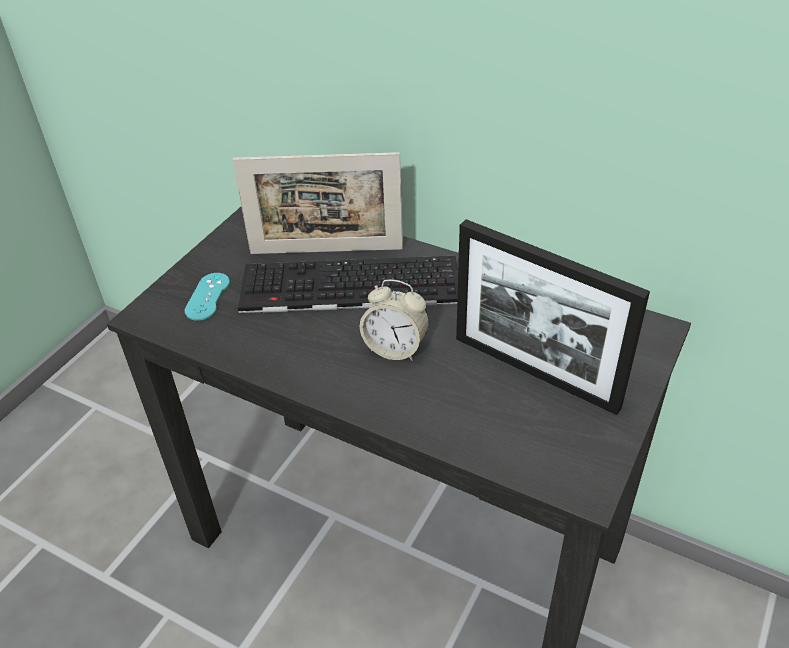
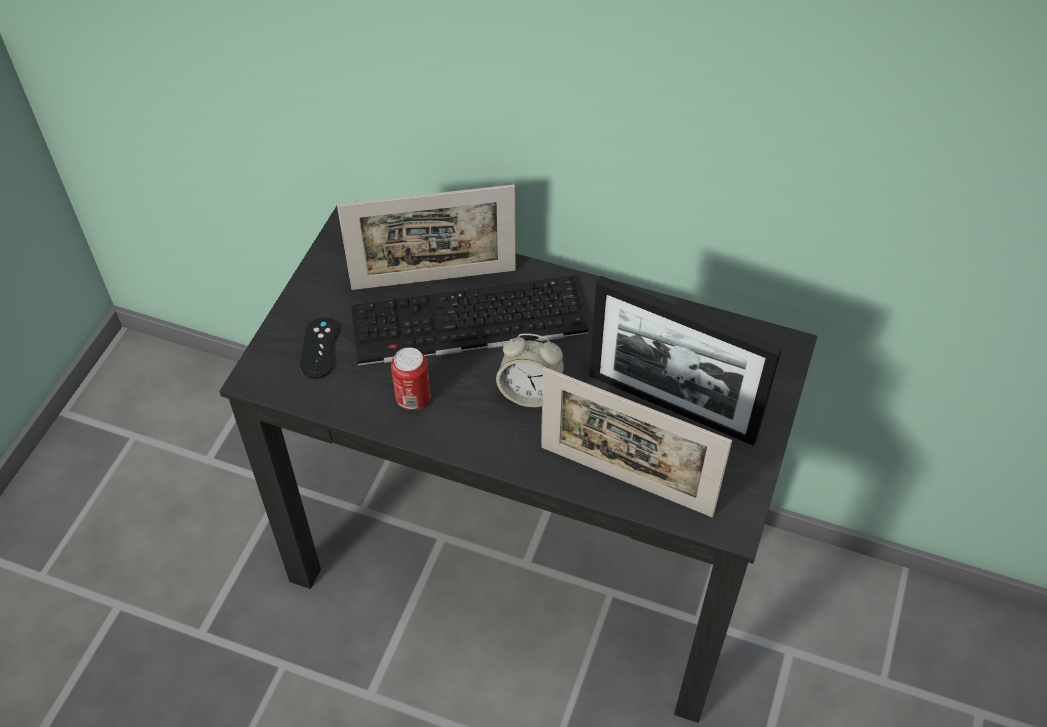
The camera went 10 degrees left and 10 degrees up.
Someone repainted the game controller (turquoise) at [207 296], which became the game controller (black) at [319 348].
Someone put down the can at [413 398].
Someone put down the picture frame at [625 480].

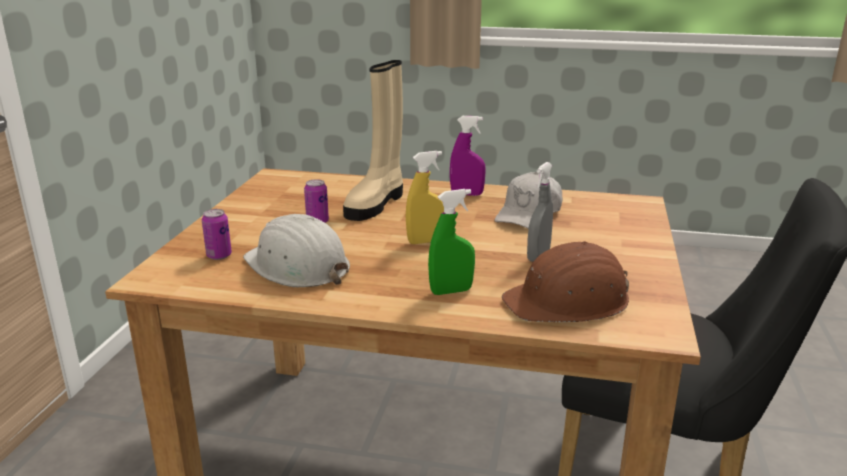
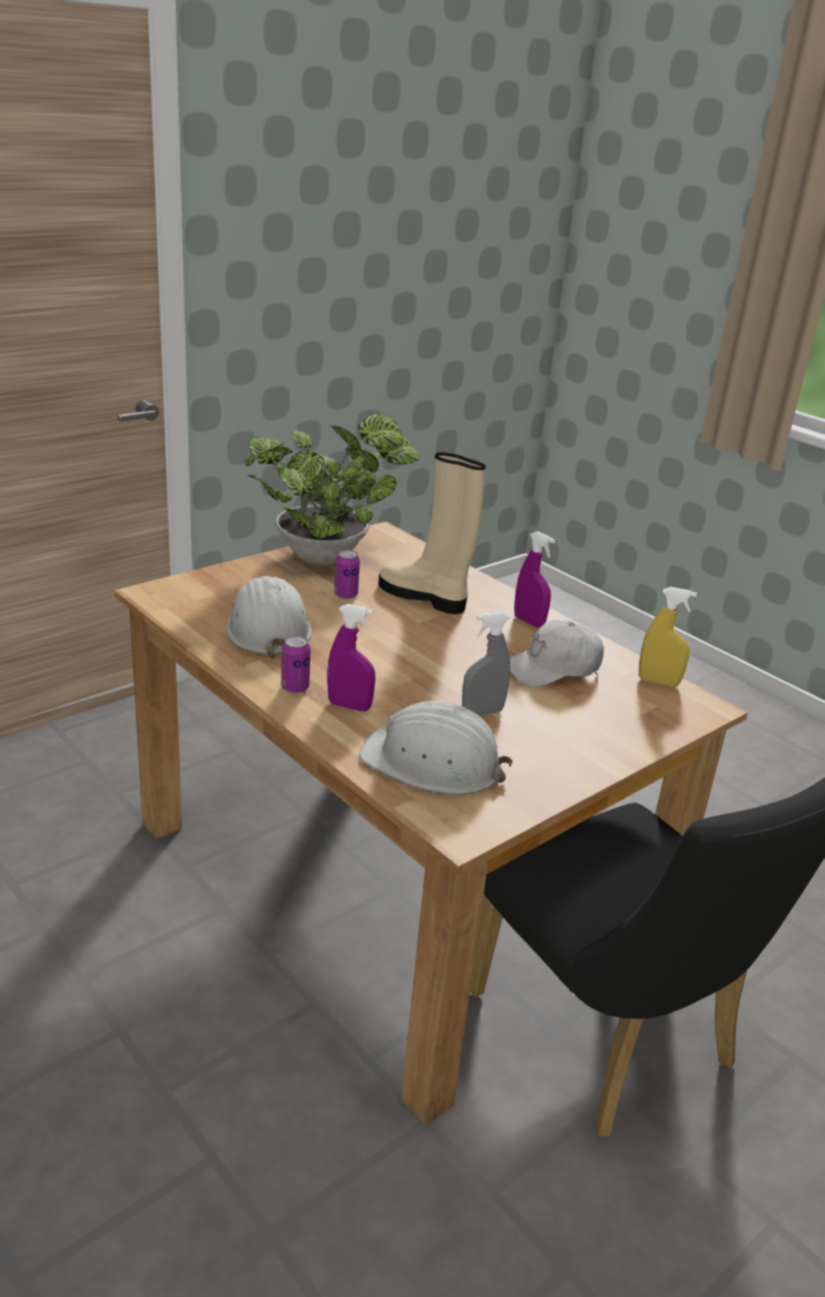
The camera went 35 degrees right and 5 degrees up.
Someone rotated the boot (beige) at [376 204] by 60 degrees clockwise.
Someone carried the spray bottle (yellow) from [426 241] to [658 682].
Someone repainted the spray bottle (green) at [451 291], which became the spray bottle (purple) at [349 706].
Someone carried the can from [219 256] to [295 687].
Someone repainted the hard hat (brown) at [569 301], which became the hard hat (white) at [433 763].
Someone put down the potted plant at [328 555].

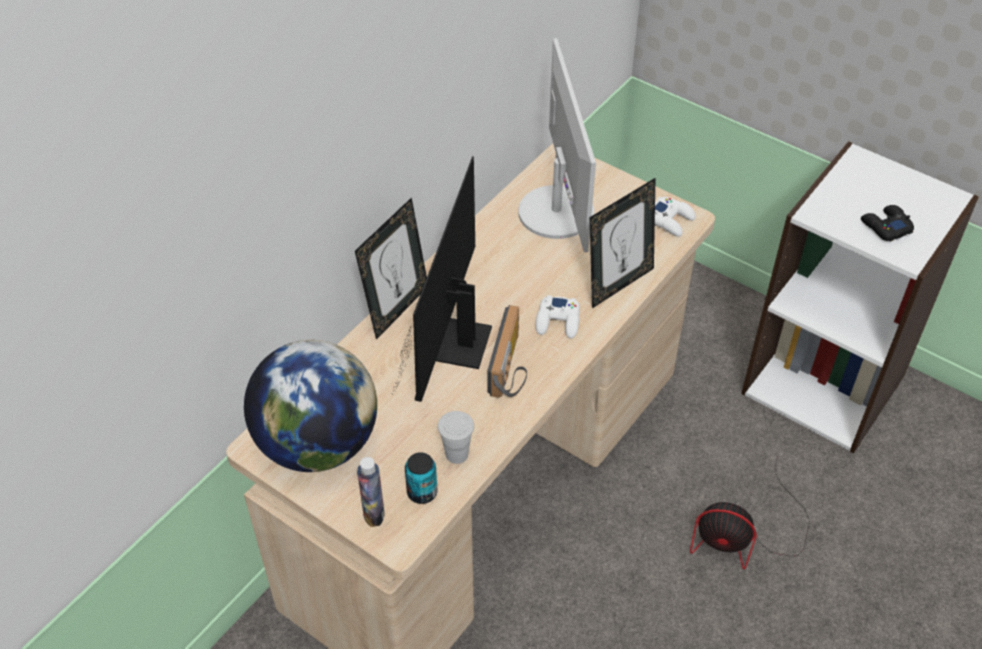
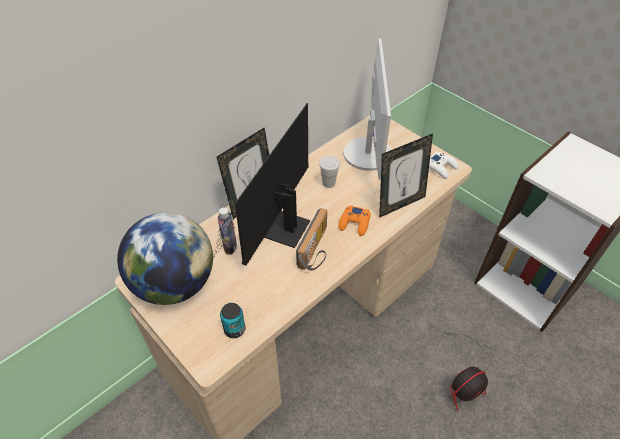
The camera went 10 degrees right and 0 degrees up.
Someone took away the game controller (black) at [885 227].
Someone repainted the game controller (white) at [558 321], which became the game controller (orange) at [354 223].
Someone carried the cup (white) from [456 454] to [328 183].
Someone rotated the fan at [744 536] by 60 degrees counterclockwise.
Someone carried the bottle from [373 513] to [230 246].

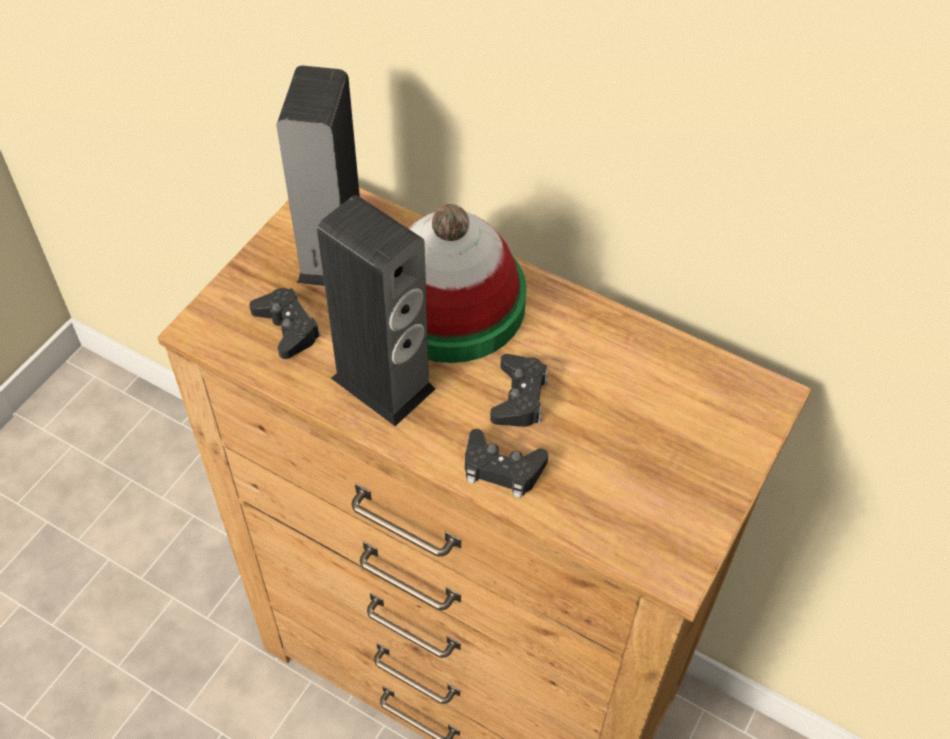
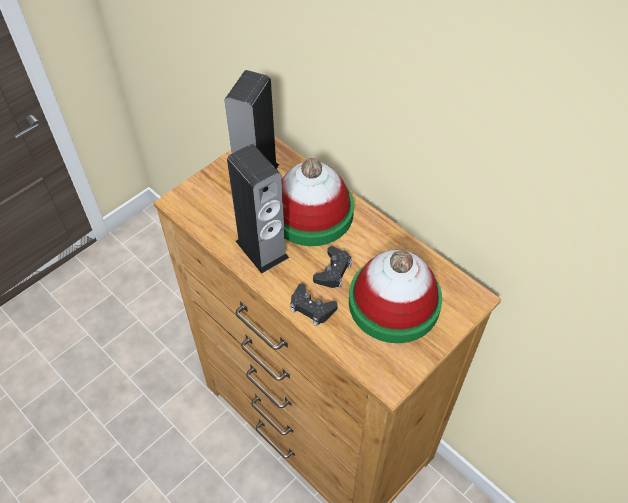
The camera went 15 degrees right and 0 degrees up.
Someone took away the game controller (black) at [287 328].
Someone put down the hat at [394 303].

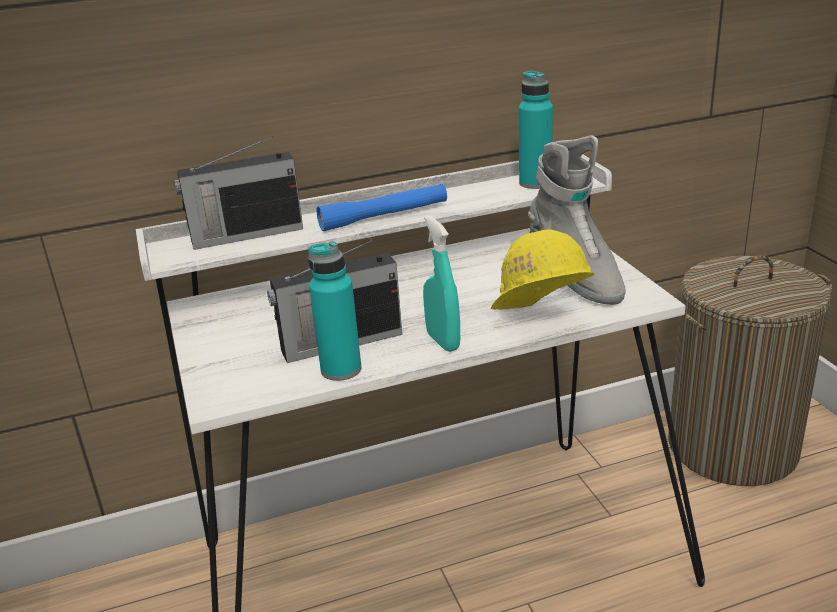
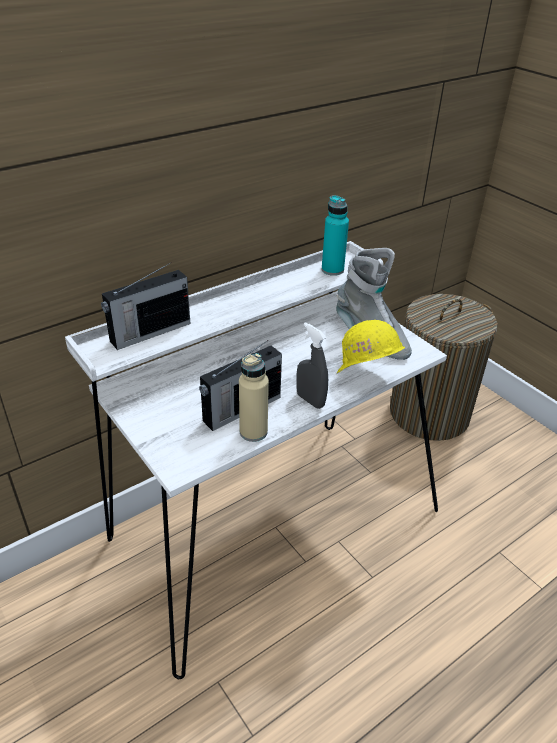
The camera went 20 degrees left and 10 degrees up.
Someone took away the flashlight (blue) at [384 217].
Someone repainted the spray bottle (turquoise) at [443 341], which became the spray bottle (grey) at [310 400].
Someone repainted the bottle (turquoise) at [341 369], which became the bottle (beige) at [253 432].

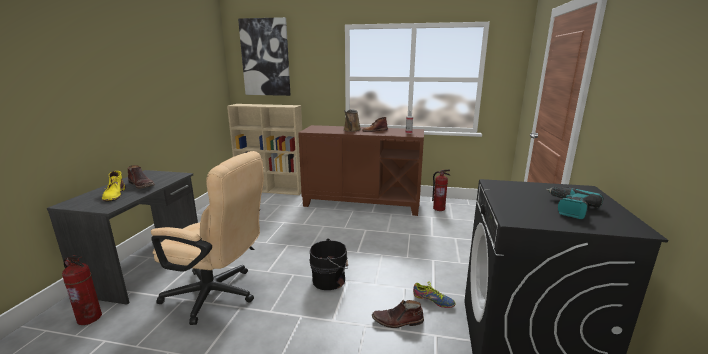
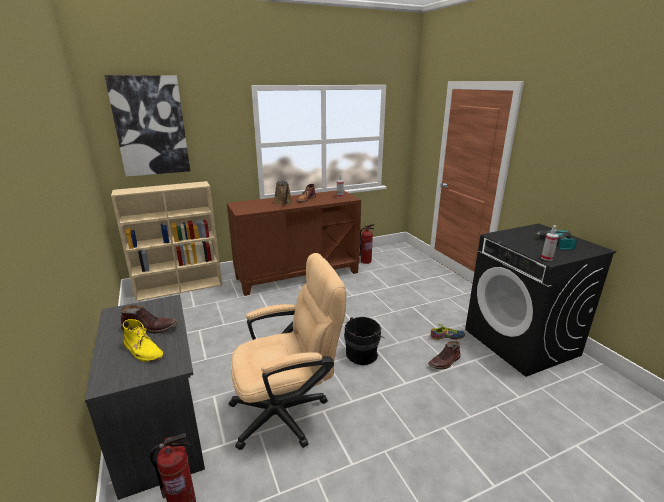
The camera went 35 degrees left and 5 degrees up.
Someone put down the spray bottle at [546 258].

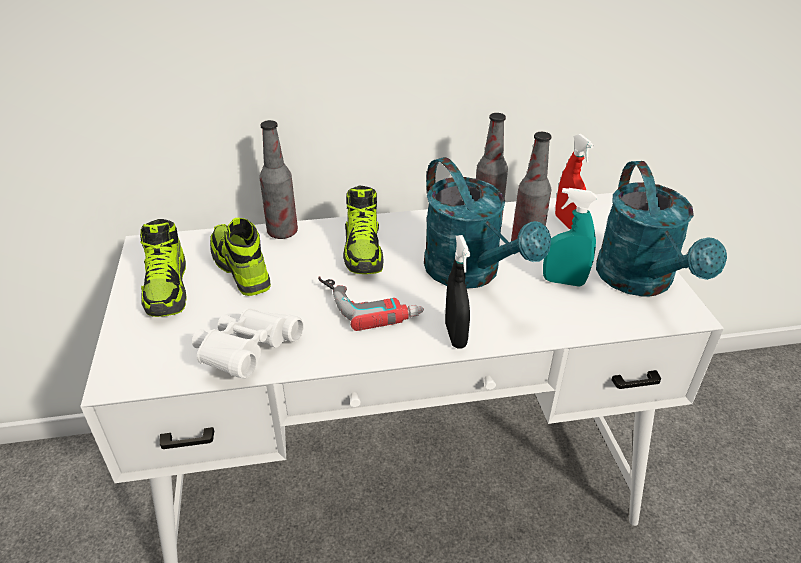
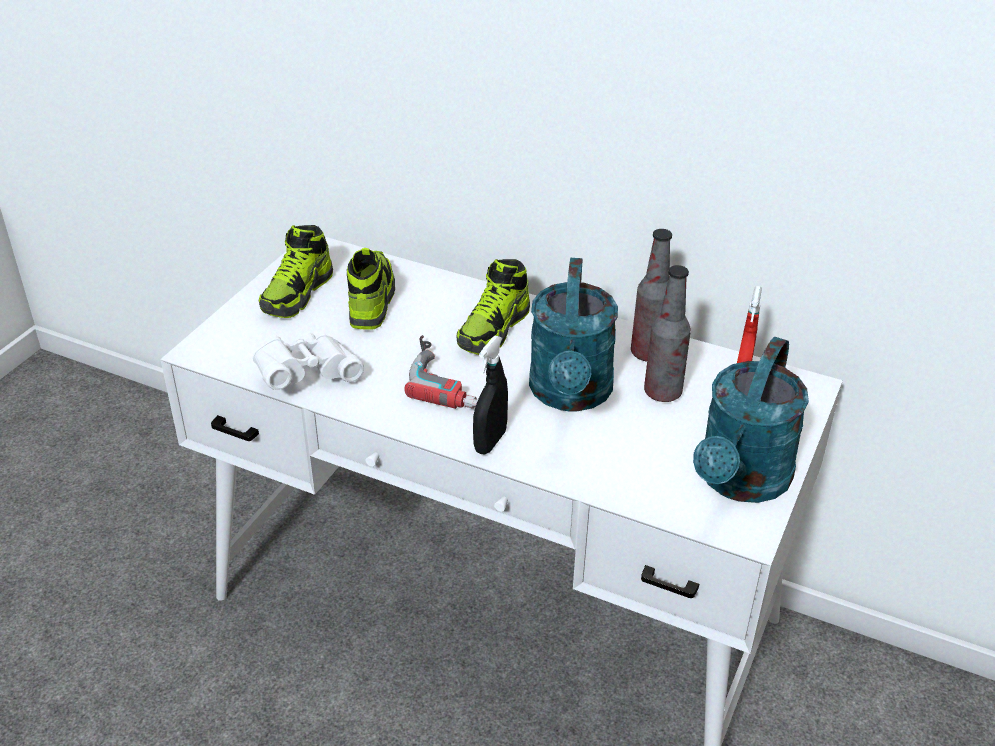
The camera went 35 degrees right and 0 degrees up.
Someone took away the bottle at [282 232].
Someone took away the spray bottle (turquoise) at [563 281].

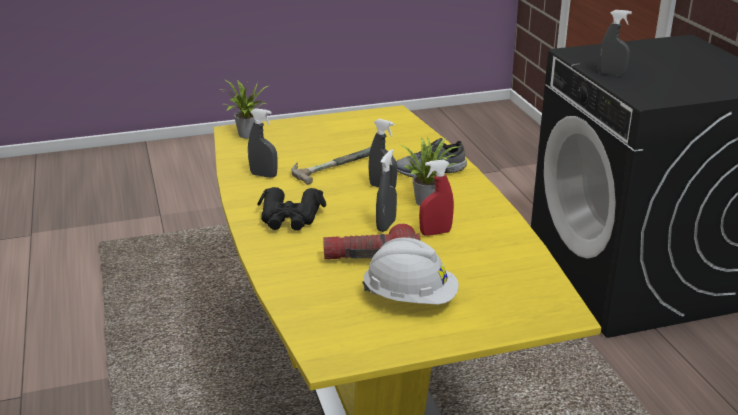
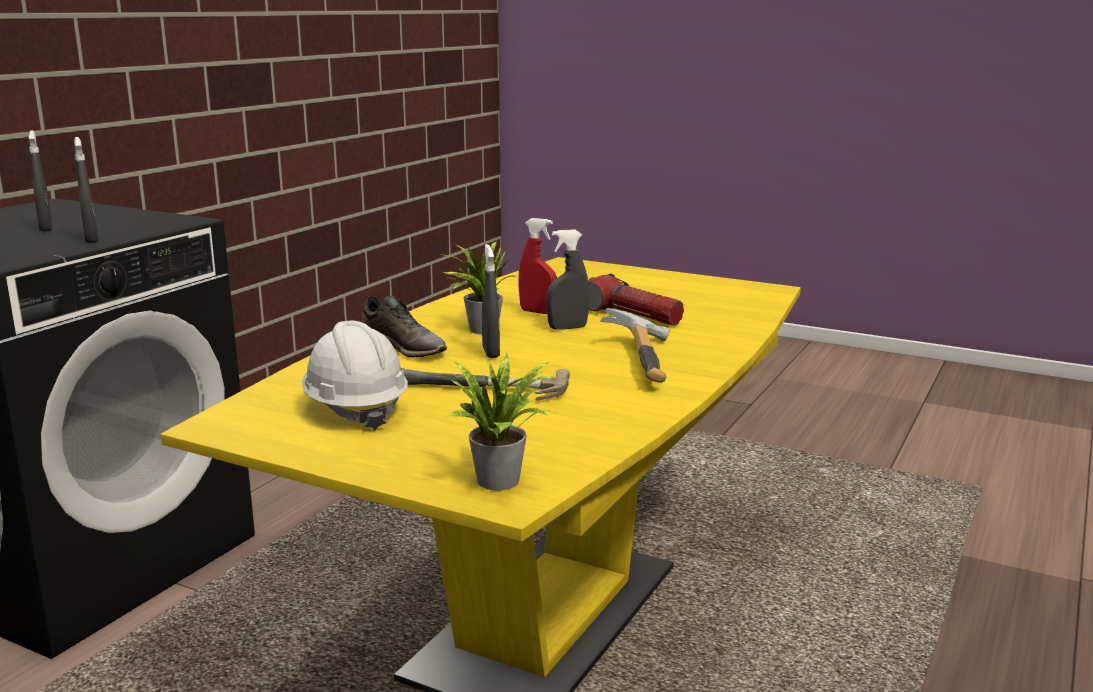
The camera went 135 degrees left and 10 degrees down.
Someone carried the spray bottle (grey) from [263 175] to [46 228].
Someone swapped the binoculars (black) at [290 218] for the hammer at [649 361].
Someone carried the hard hat (white) from [410 298] to [355 409].

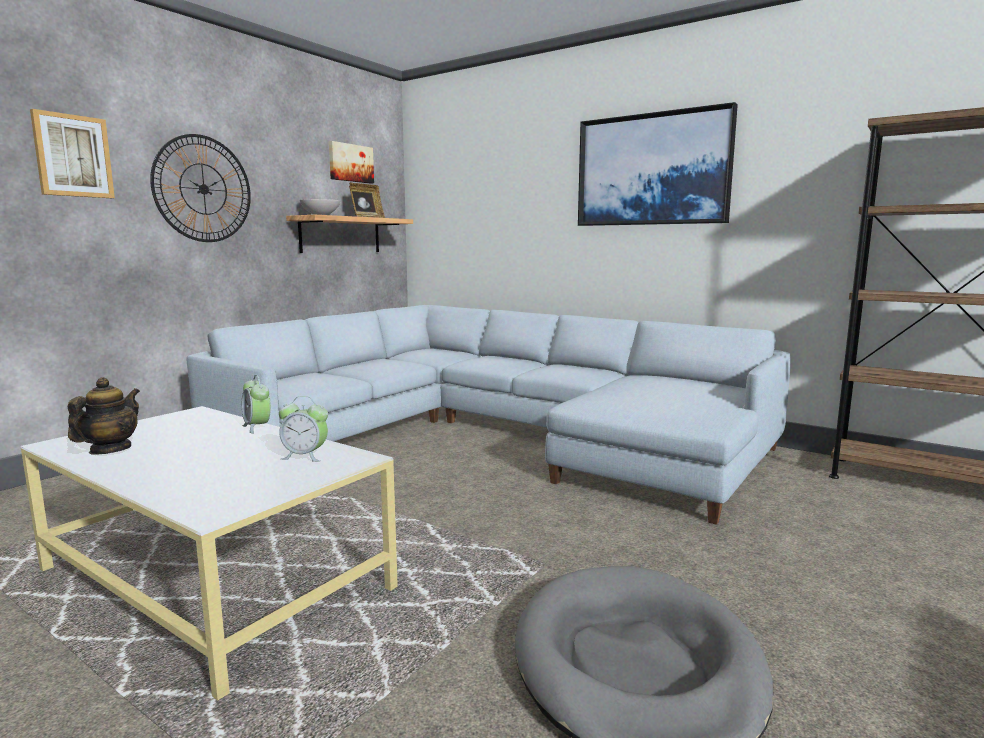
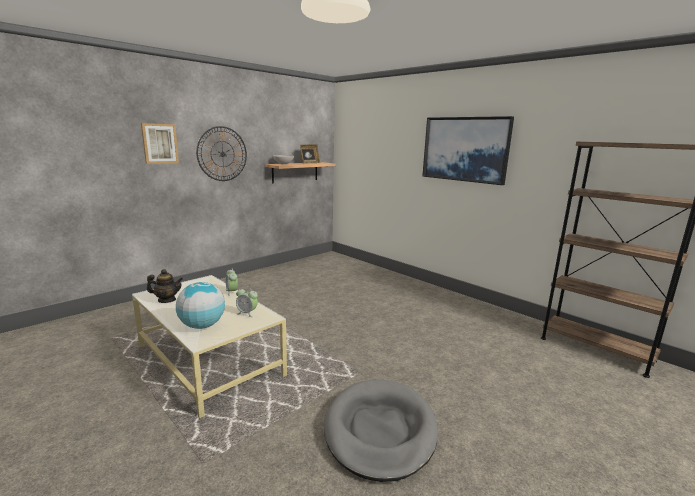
The camera went 10 degrees right and 5 degrees up.
Someone took away the picture at [350 163].
Someone took away the sofa (grey) at [497 435].
Someone rotated the teapot at [110 450] by 60 degrees clockwise.
Someone put down the globe at [202 326].

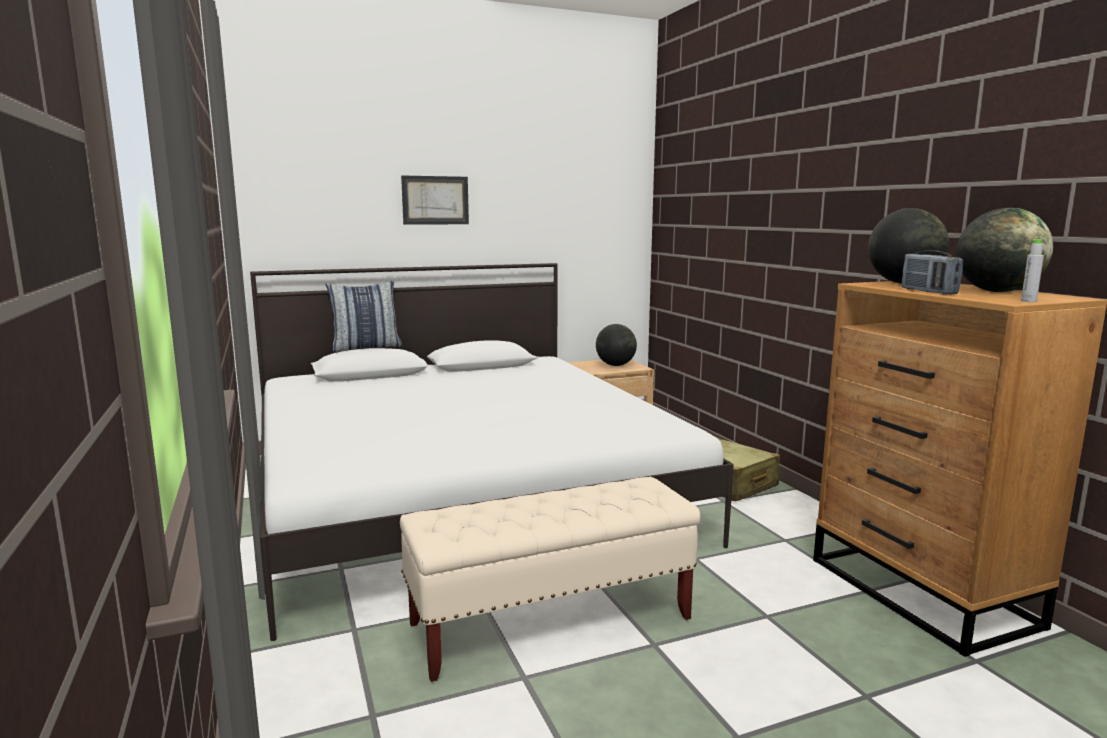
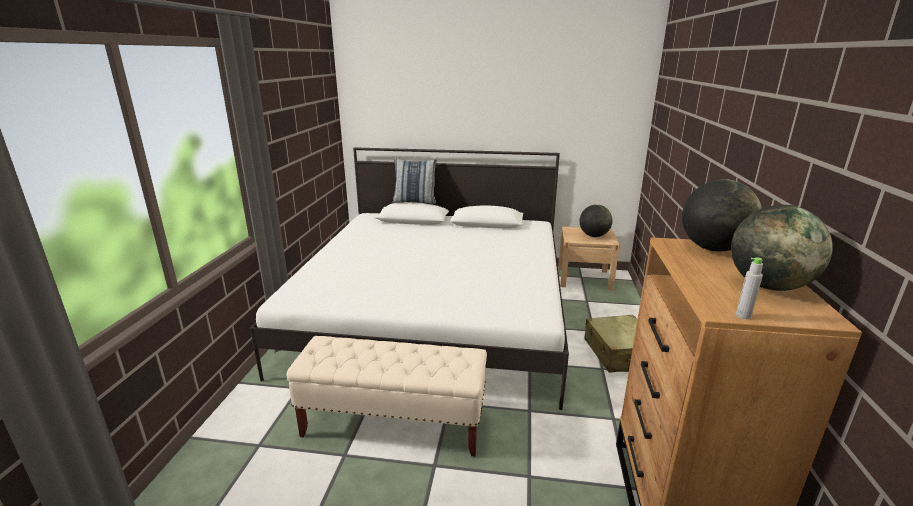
The camera went 30 degrees right and 10 degrees up.
Someone took away the picture at [435 200].
Someone took away the radio at [928 292].

